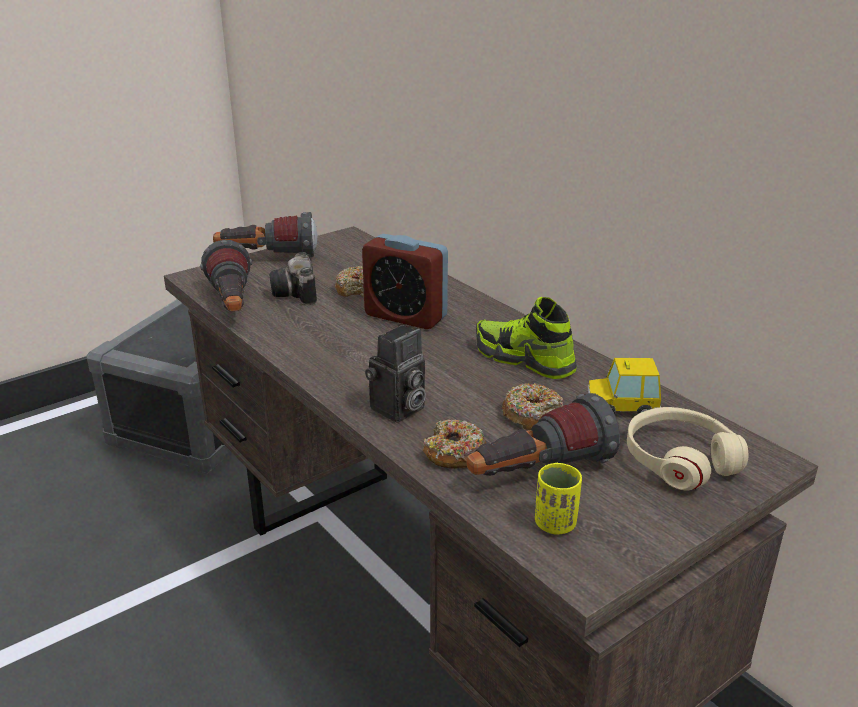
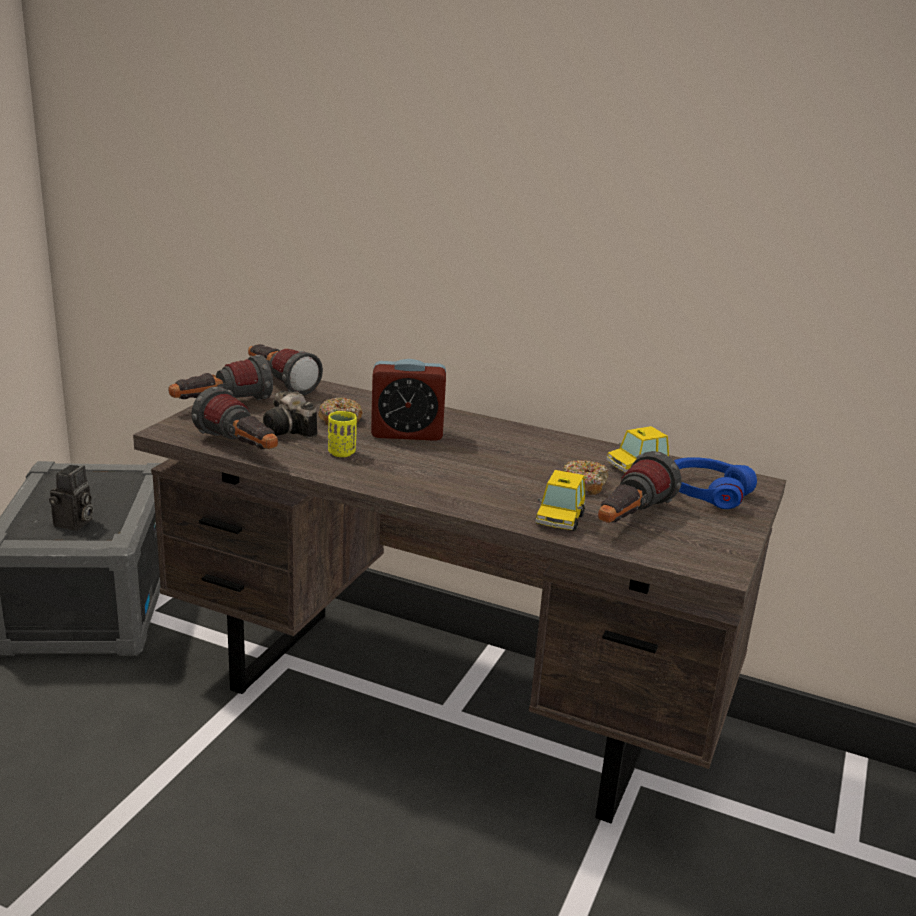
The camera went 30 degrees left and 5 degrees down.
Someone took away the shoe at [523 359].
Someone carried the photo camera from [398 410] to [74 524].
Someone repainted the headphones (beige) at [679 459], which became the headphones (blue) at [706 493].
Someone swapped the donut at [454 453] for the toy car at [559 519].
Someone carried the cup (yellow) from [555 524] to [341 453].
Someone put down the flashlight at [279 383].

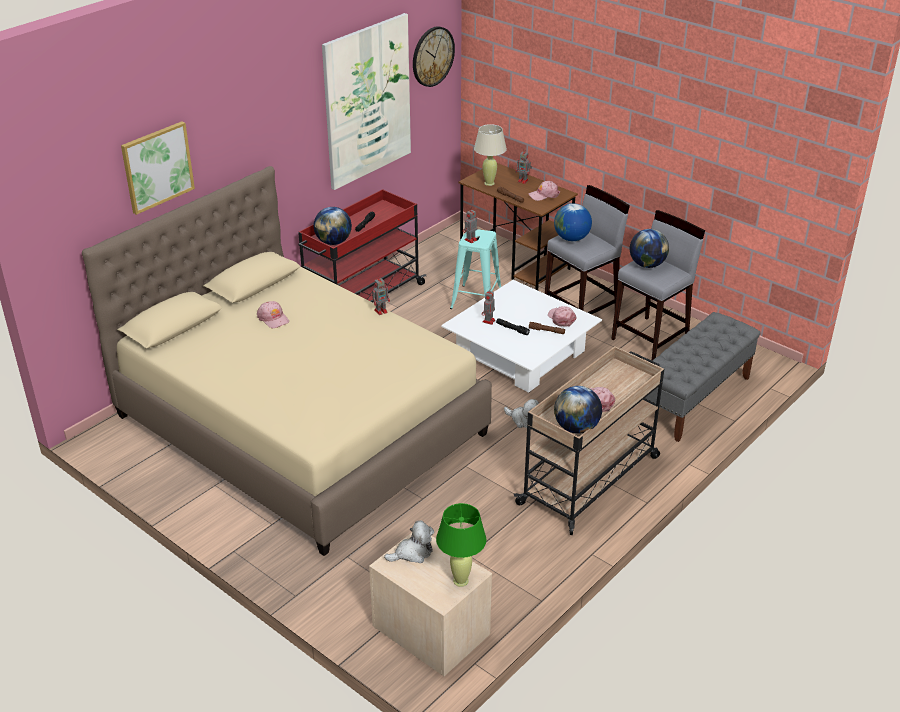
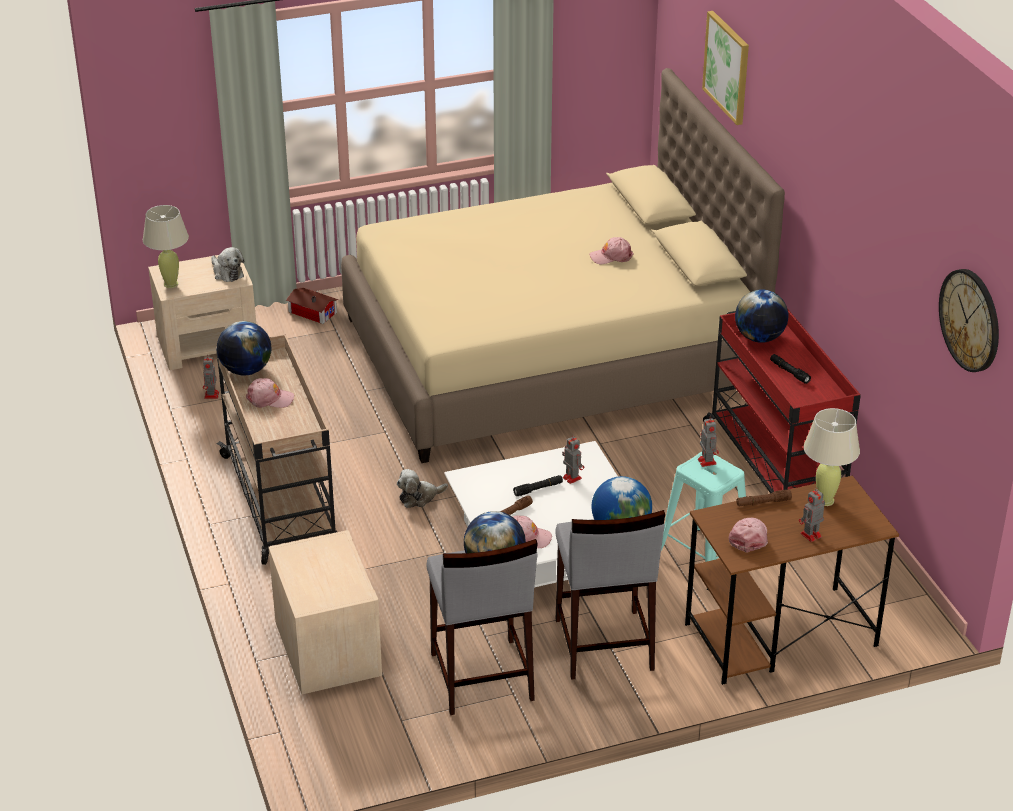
The camera went 120 degrees right and 0 degrees up.
Someone took away the picture at [367 101].
Someone carried the toy robot from [381 311] to [211 395].
Someone swapped the bench (grey) at [693 399] for the nightstand (beige) at [327 647].
Someone repainted the table lamp (green) at [460 581], which became the table lamp (beige) at [171 284].
Someone rotated the plush toy at [412 553] by 45 degrees counterclockwise.
Someone put down the toy house at [312 311].

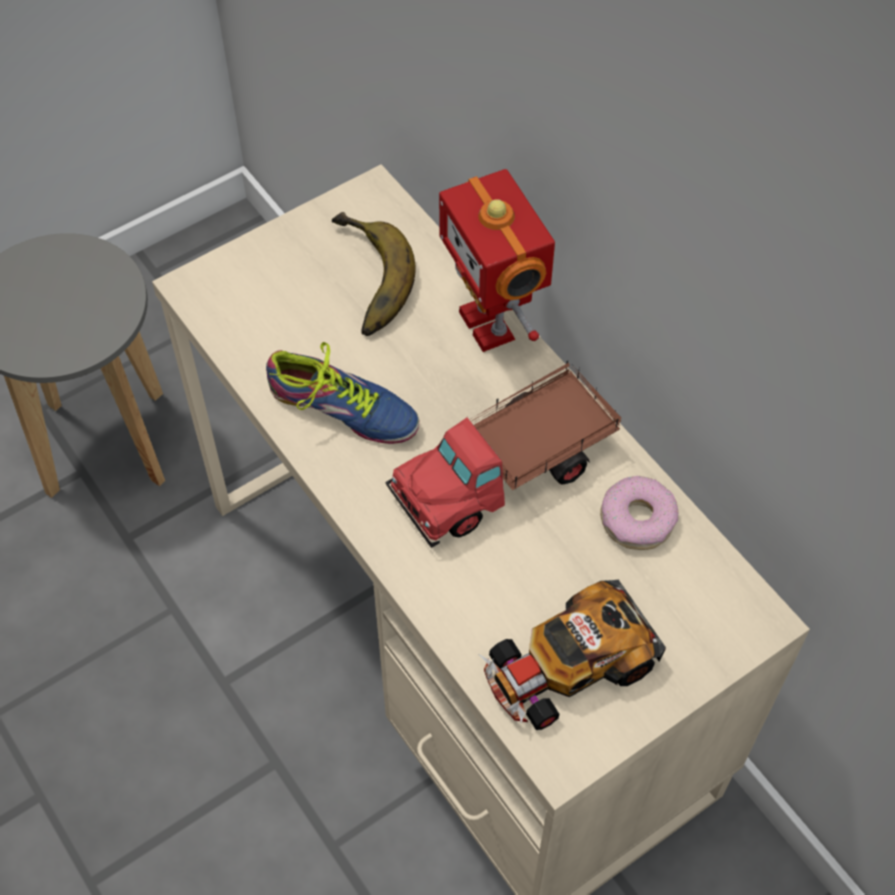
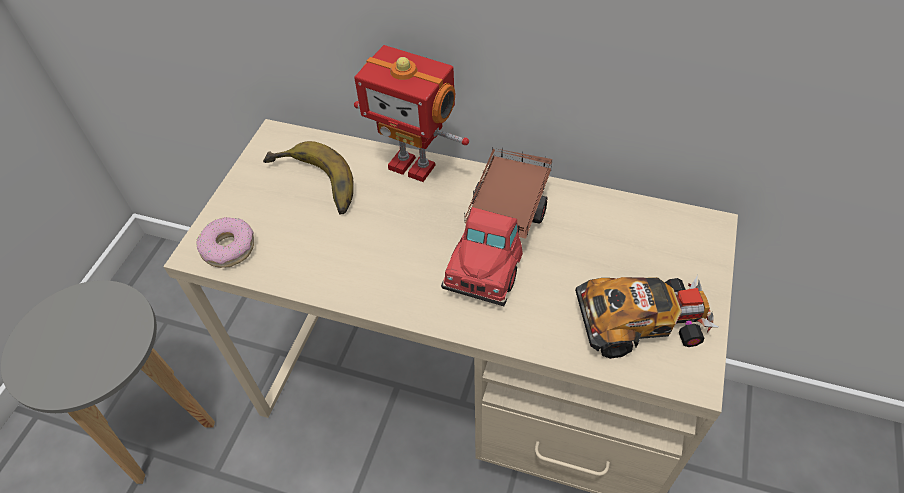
The camera went 35 degrees left and 5 degrees down.
Someone took away the shoe at [342 413].
Someone carried the donut from [637 519] to [228 248].
Someone rotated the toy car at [567 665] by 120 degrees counterclockwise.

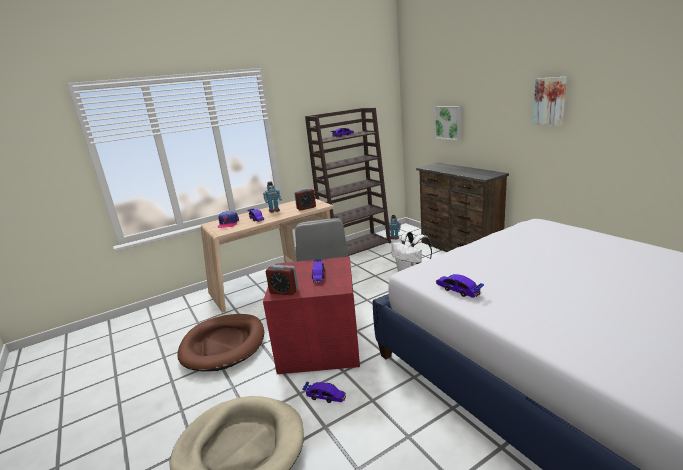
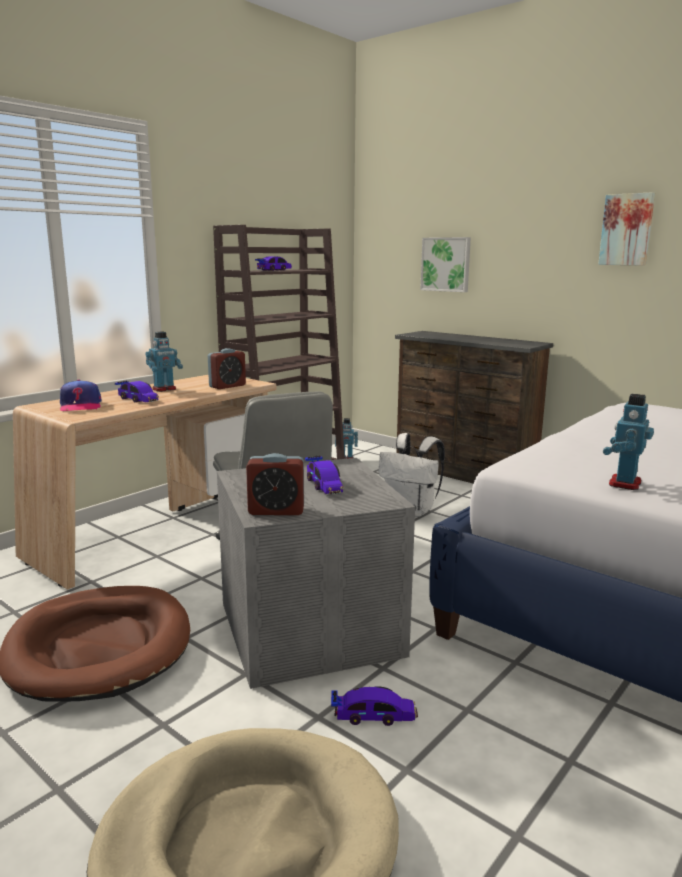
The camera went 20 degrees left and 5 degrees down.
Someone repainted the storage box (red) at [321 344], which became the storage box (grey) at [311 627].
Someone swapped the toy car at [458 290] for the toy robot at [623 483].

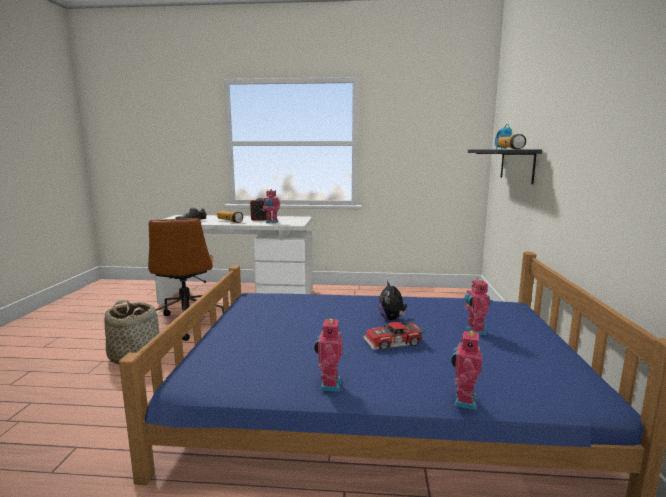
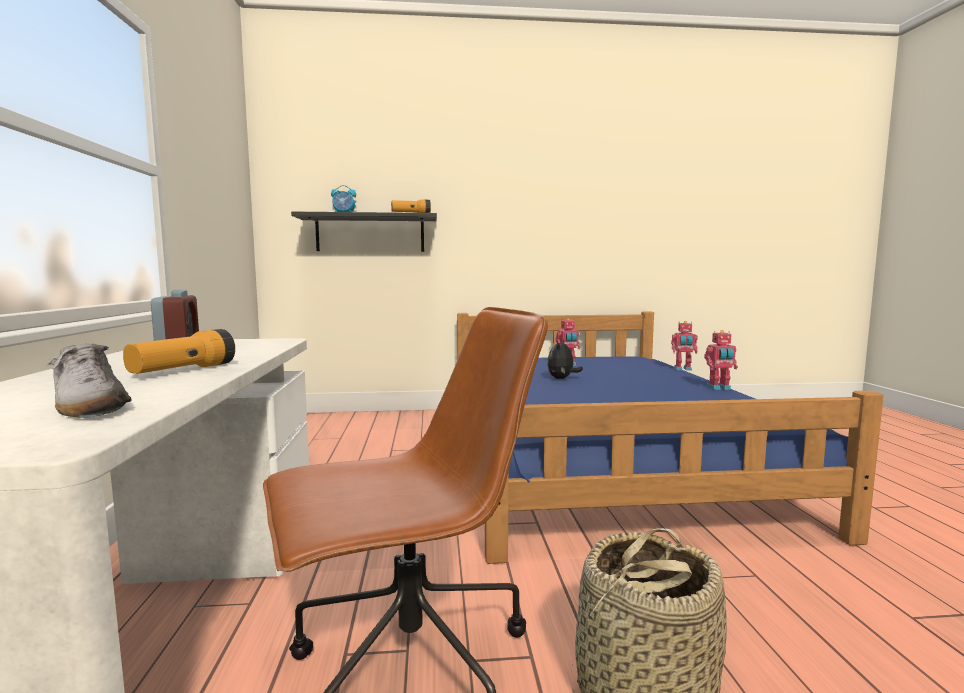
The camera went 100 degrees left and 5 degrees down.
Someone took away the toy robot at [271 222].
Someone rotated the plush toy at [392 319] by 135 degrees clockwise.
Someone took away the toy car at [393 343].

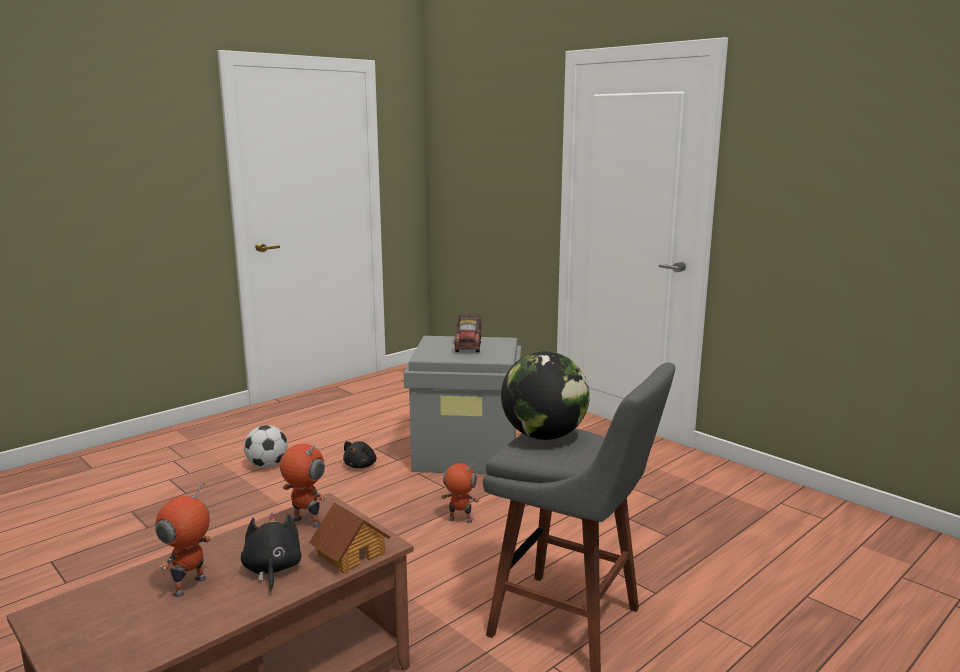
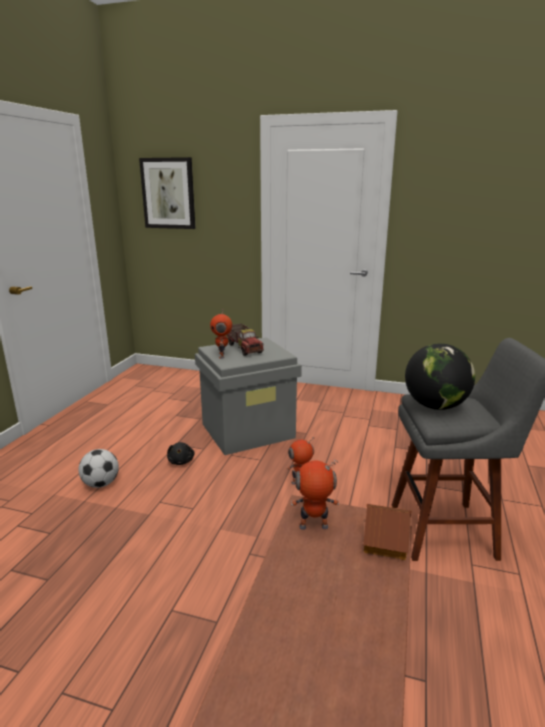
The camera went 30 degrees left and 5 degrees up.
Someone carried the toy robot from [191 586] to [222 355].
Someone took away the plush toy (black) at [272 569].
Someone put up the picture at [168 193].

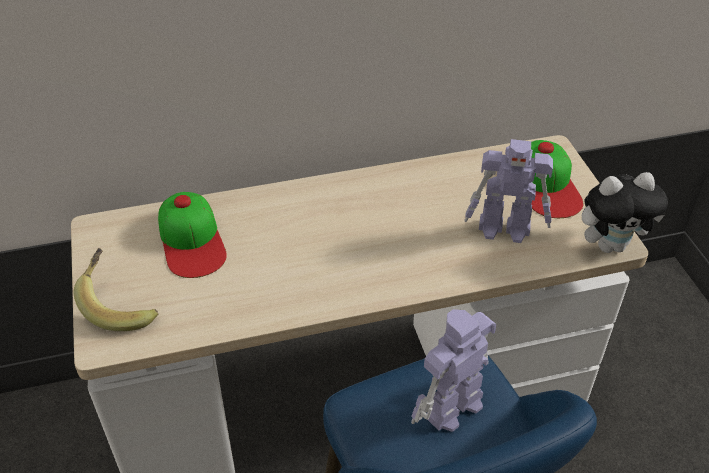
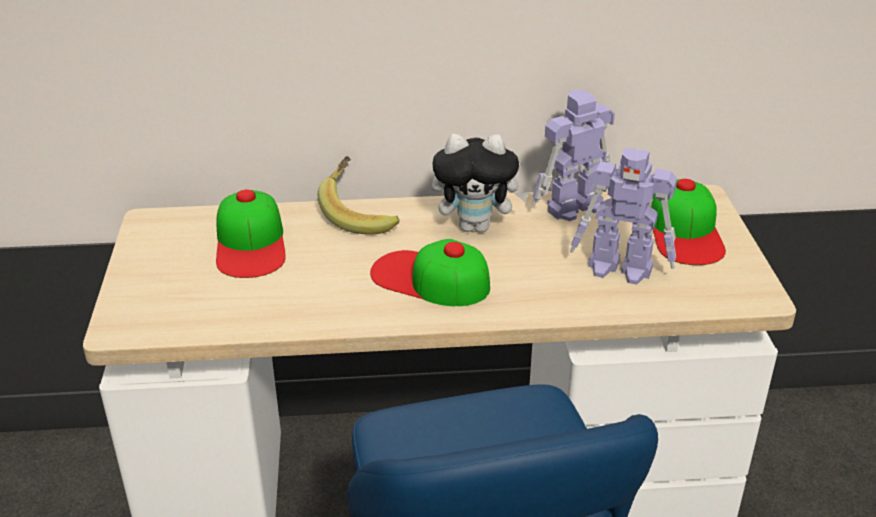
The camera went 10 degrees right and 10 degrees down.
Someone carried the plush toy from [611 245] to [476 226].
Someone carried the banana from [120 304] to [360 214].
Someone carried the toy robot from [451 407] to [572 207].
Someone put down the cap at [430 279].

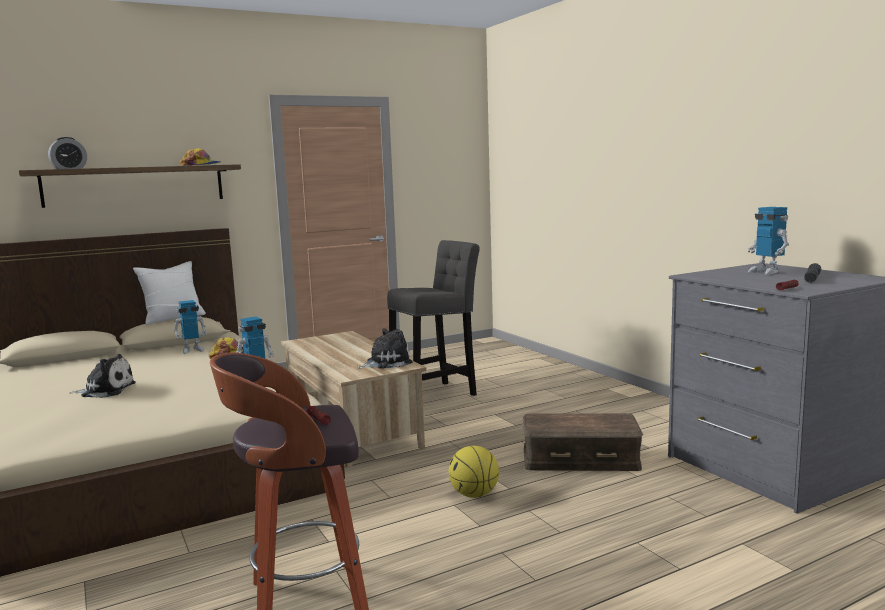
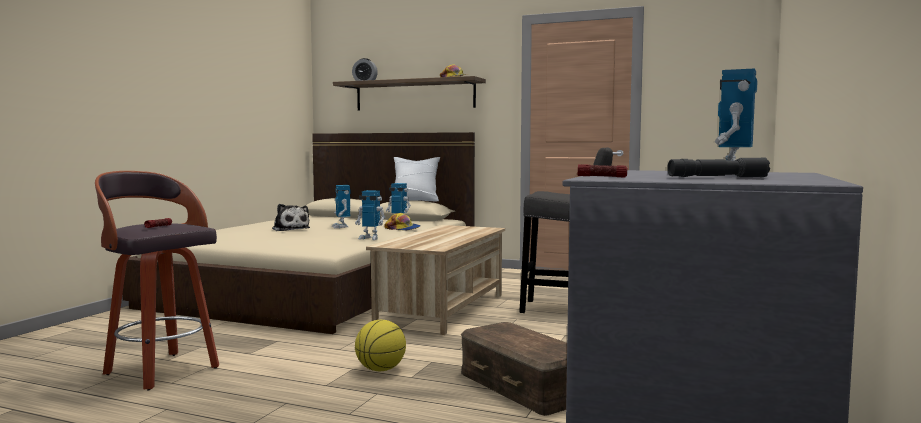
The camera went 50 degrees right and 5 degrees down.
Someone took away the plush toy at [386 363].
Someone put down the toy robot at [341 227].

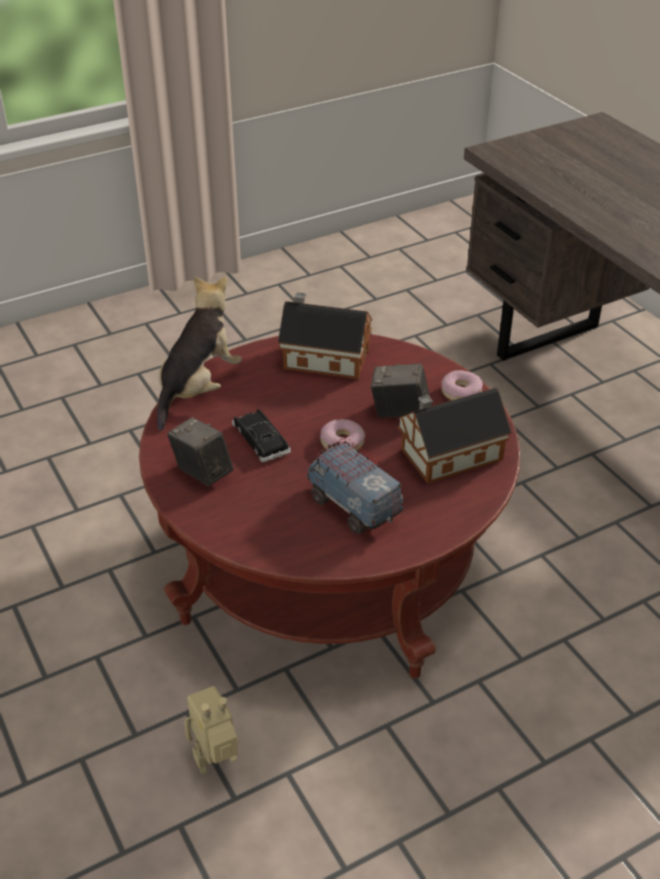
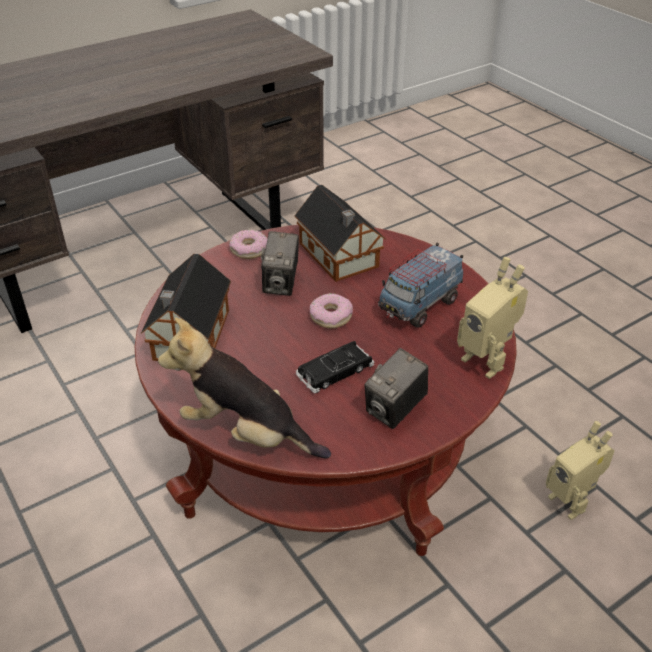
The camera went 95 degrees left and 0 degrees up.
Someone put down the toy robot at [486 360].

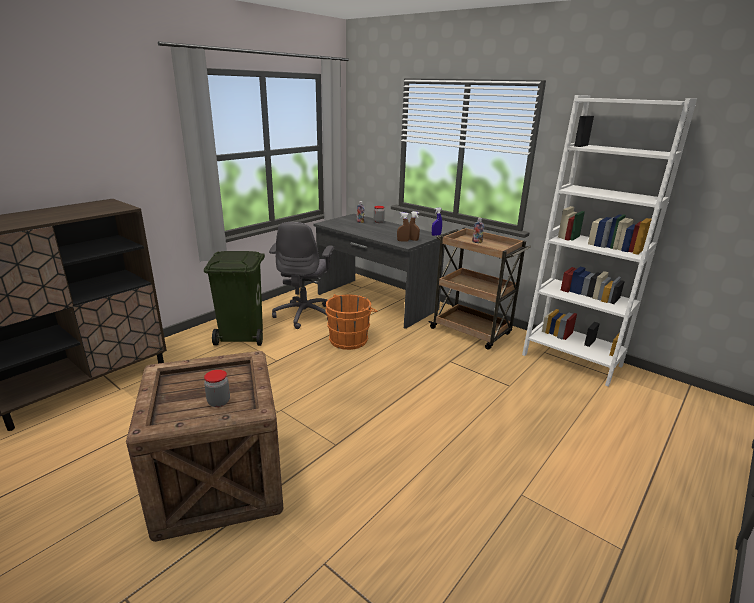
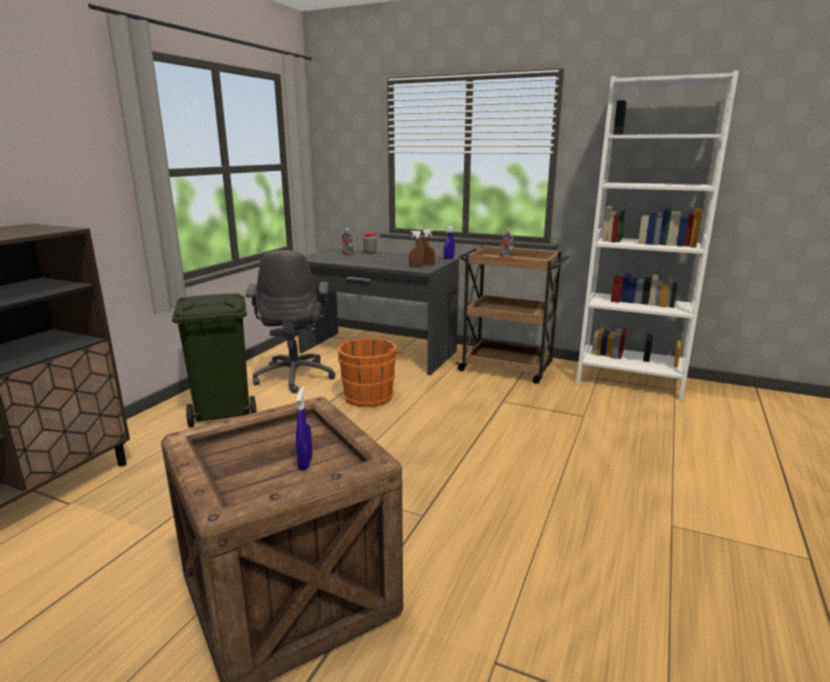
The camera went 15 degrees left and 5 degrees down.
Someone swapped the jar at [219 402] for the spray bottle (blue) at [305 463].

